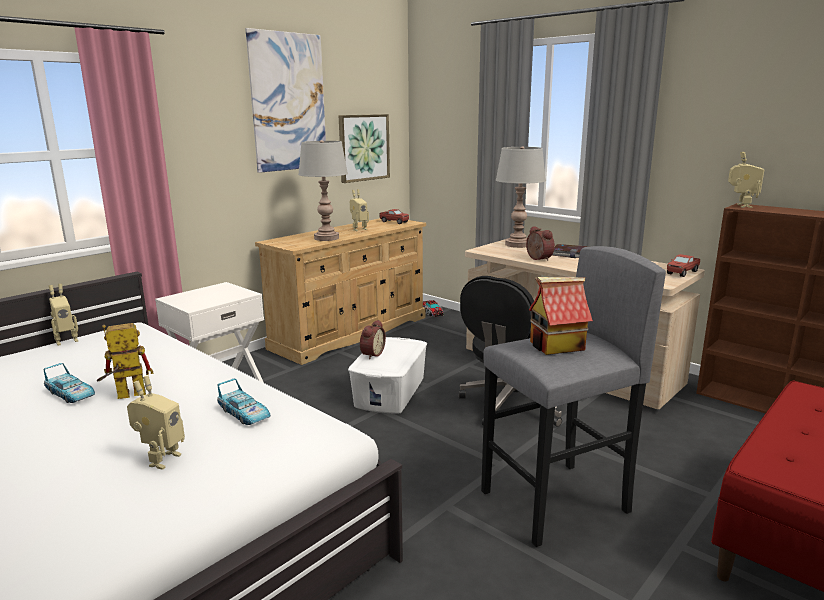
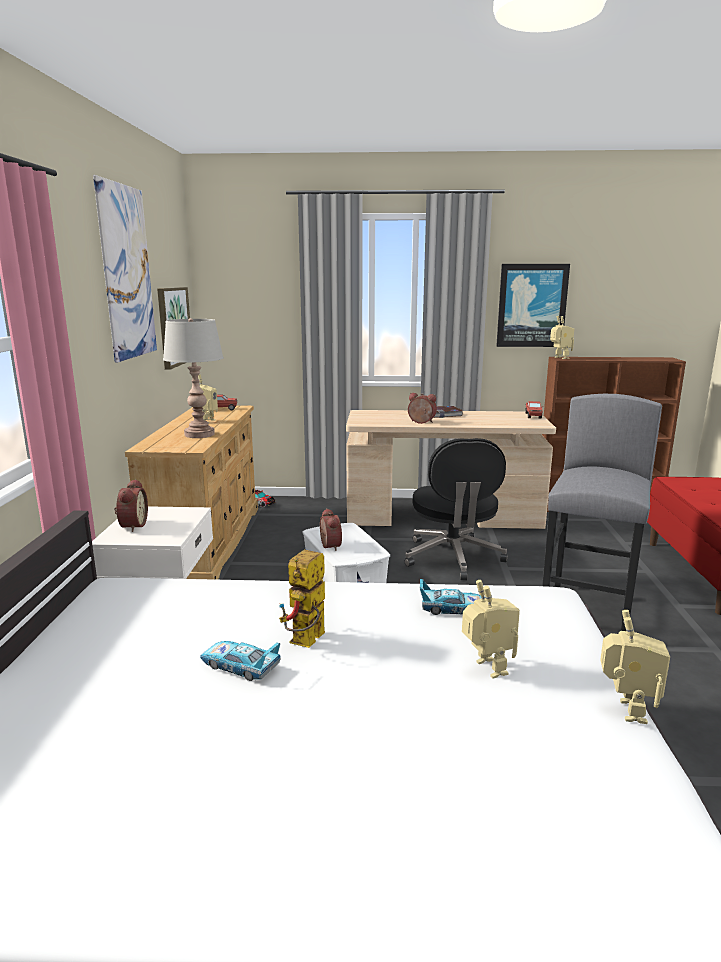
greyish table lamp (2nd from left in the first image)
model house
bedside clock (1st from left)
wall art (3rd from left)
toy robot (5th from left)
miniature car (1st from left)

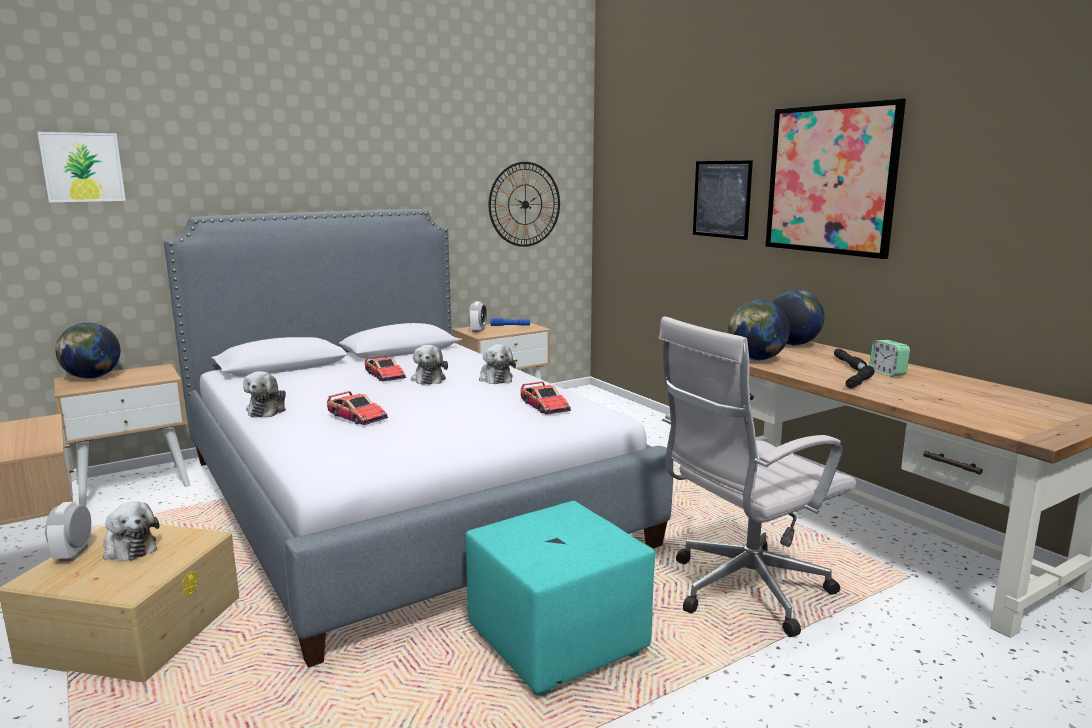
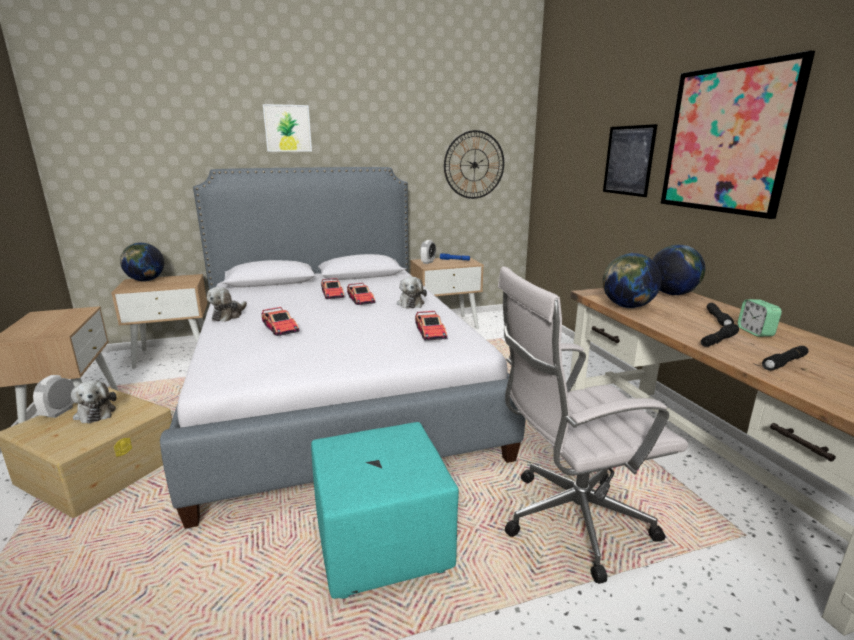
black flashlight (3rd from left)
wall art (1st from left)
miniature car (3rd from left)

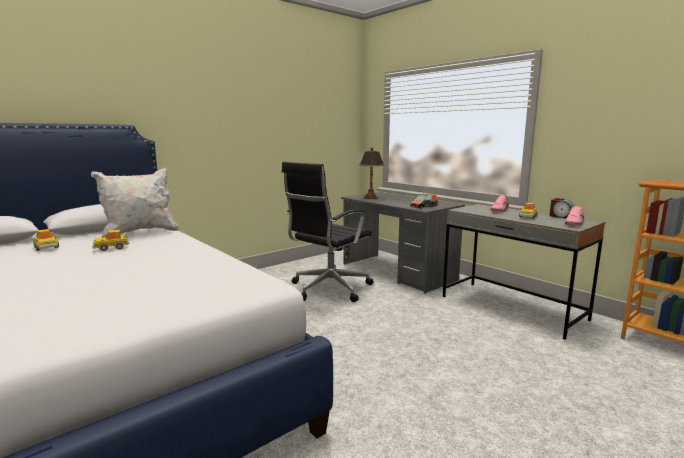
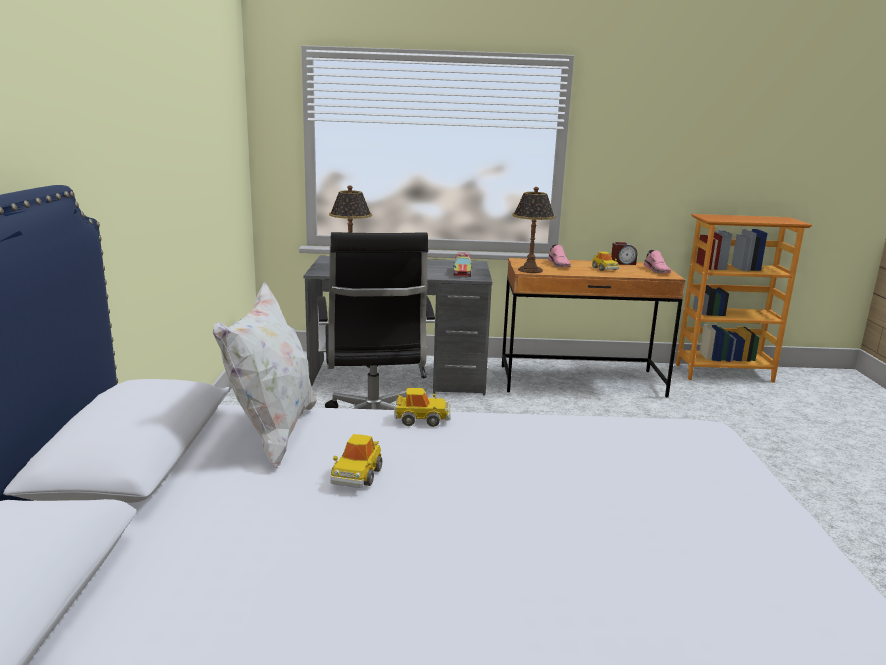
table lamp (2nd from left)
miniature car (2nd from left)
brown-coloured desk unit

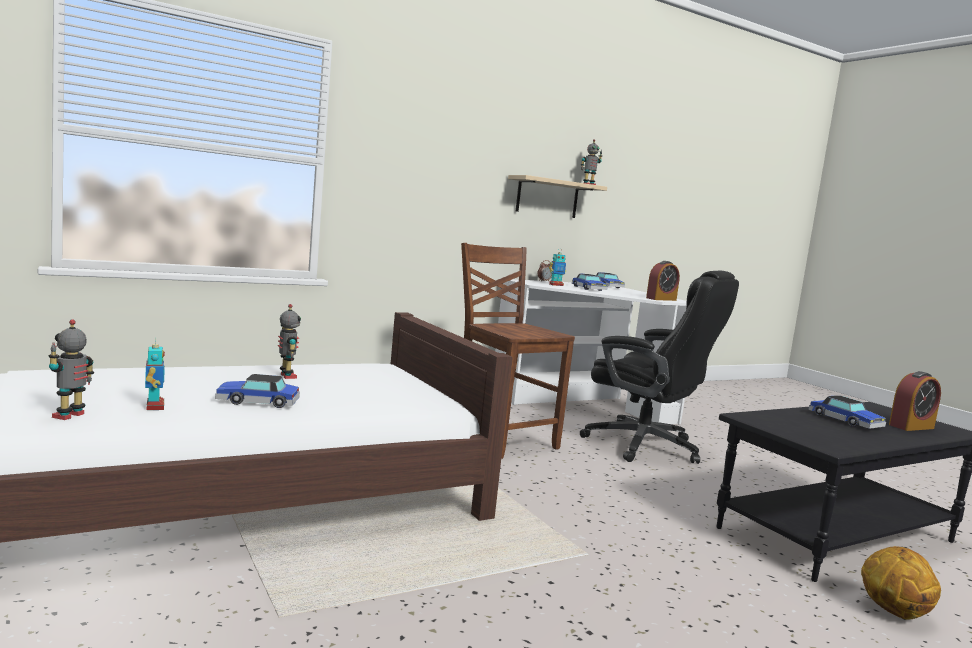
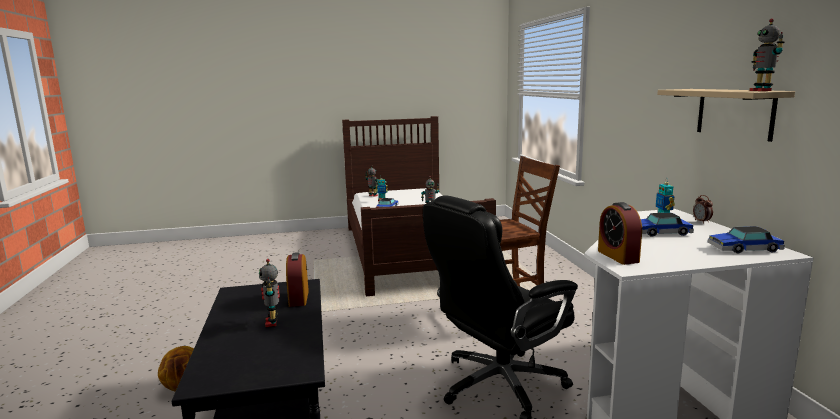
bedside clock (1st from left)
toy robot (1st from left)

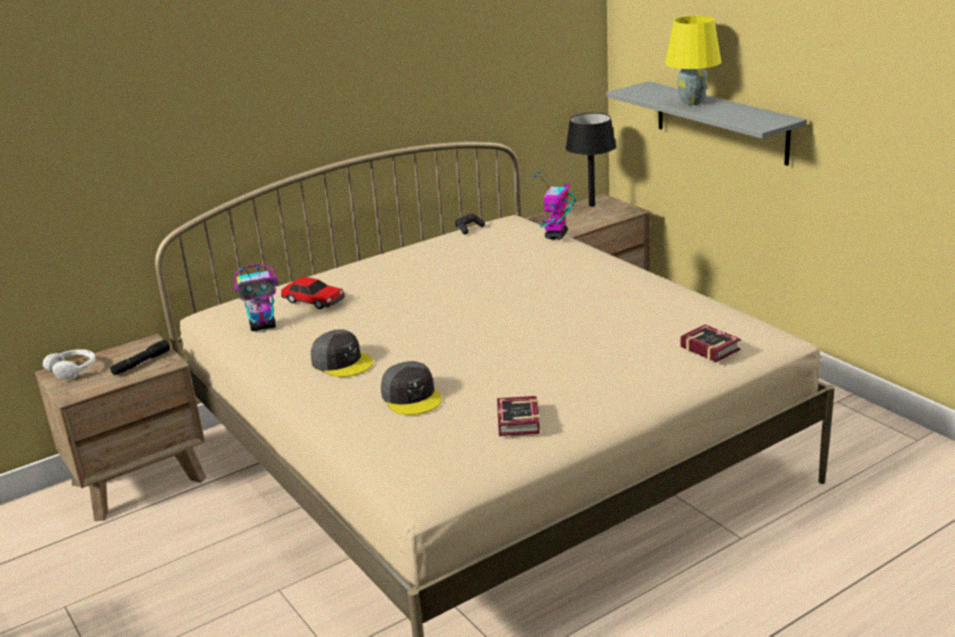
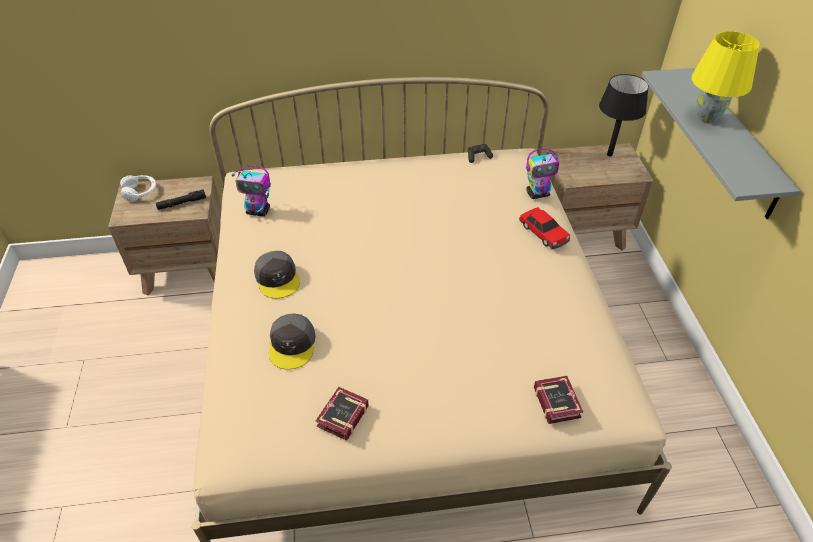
miniature car
toy robot (2nd from left)

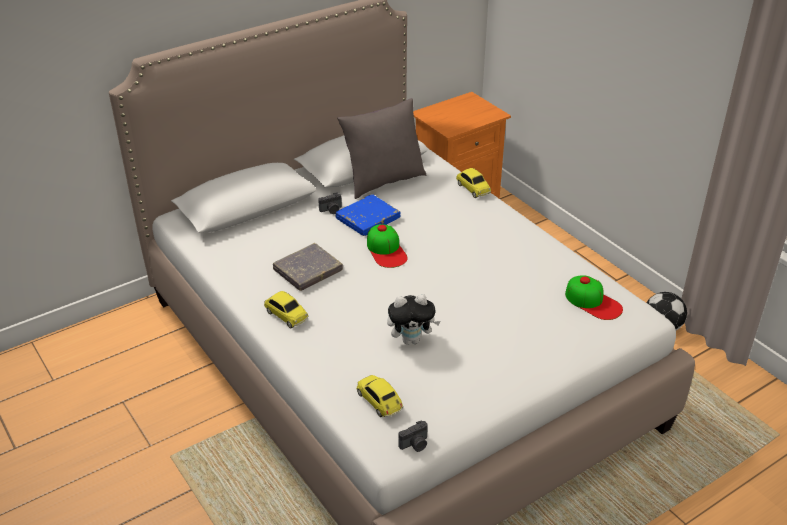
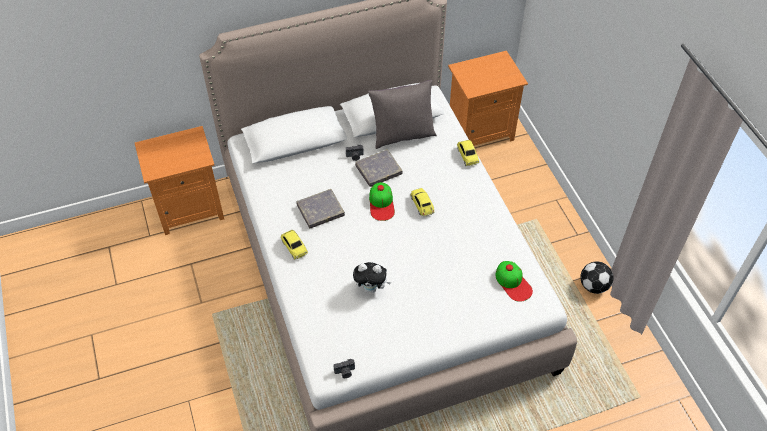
orangey nightstand (1st from left)
miniature car (2nd from left)
greyish volume (2nd from left)

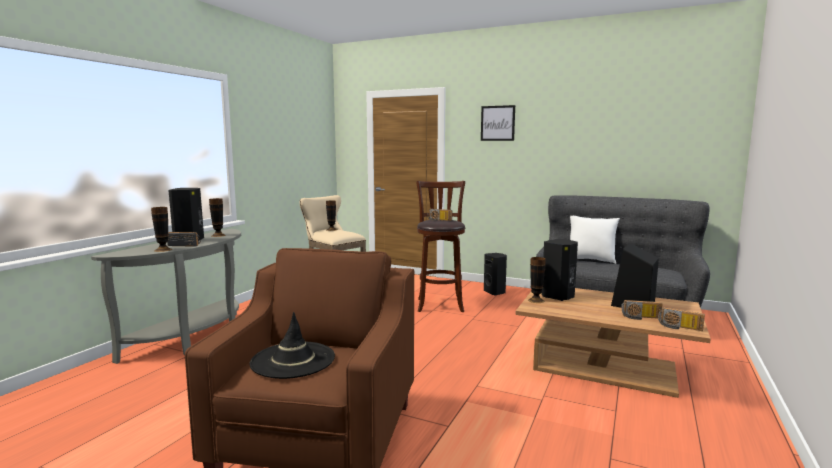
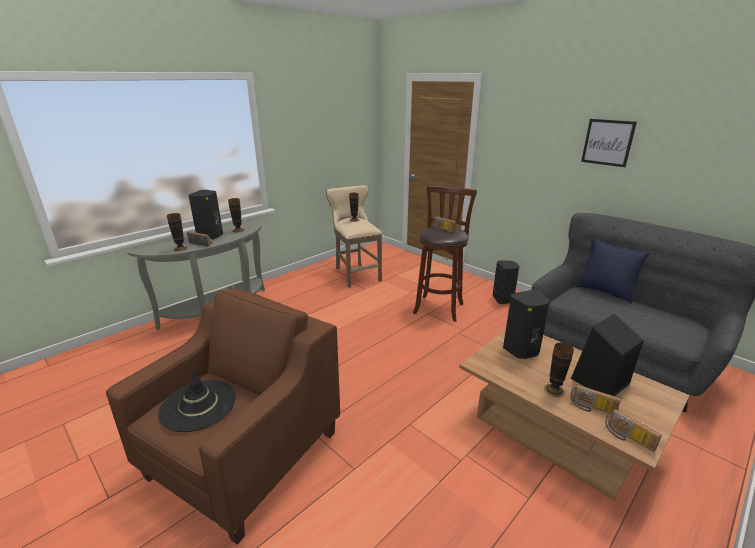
wall art
vase (4th from left)
blue-coloured pillow

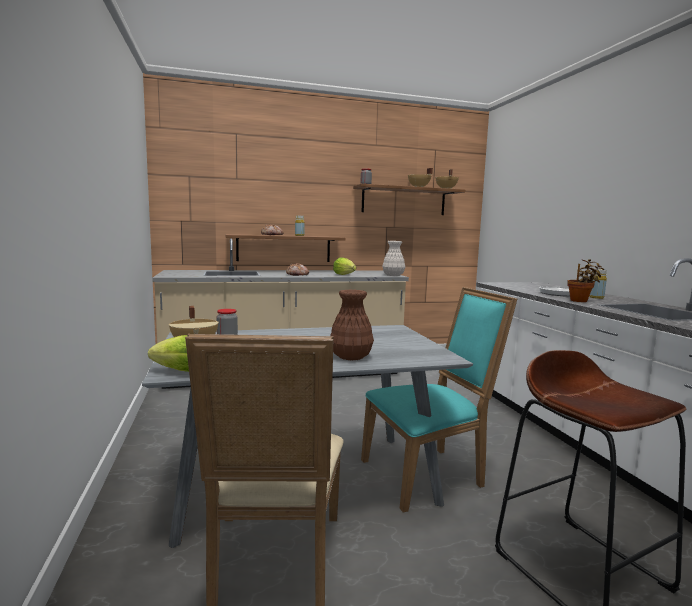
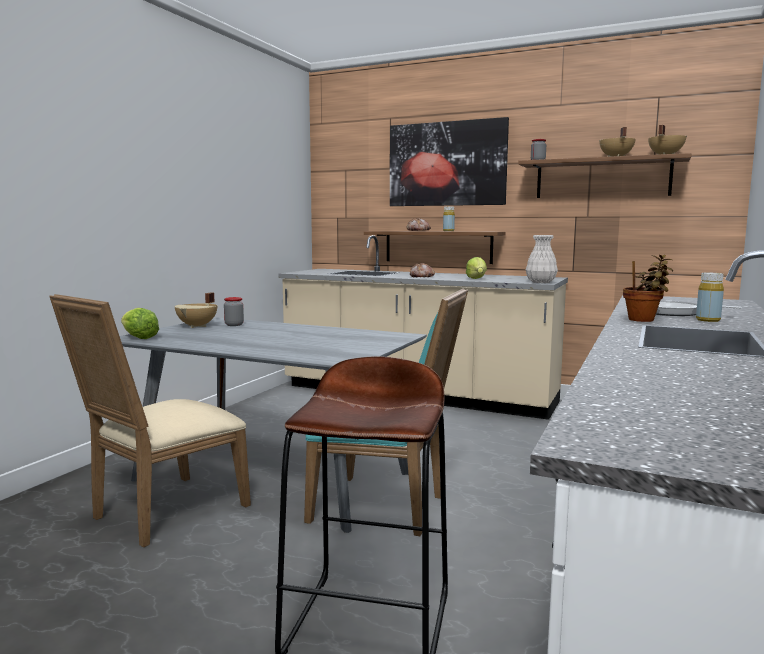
brown-coloured vase
wall art

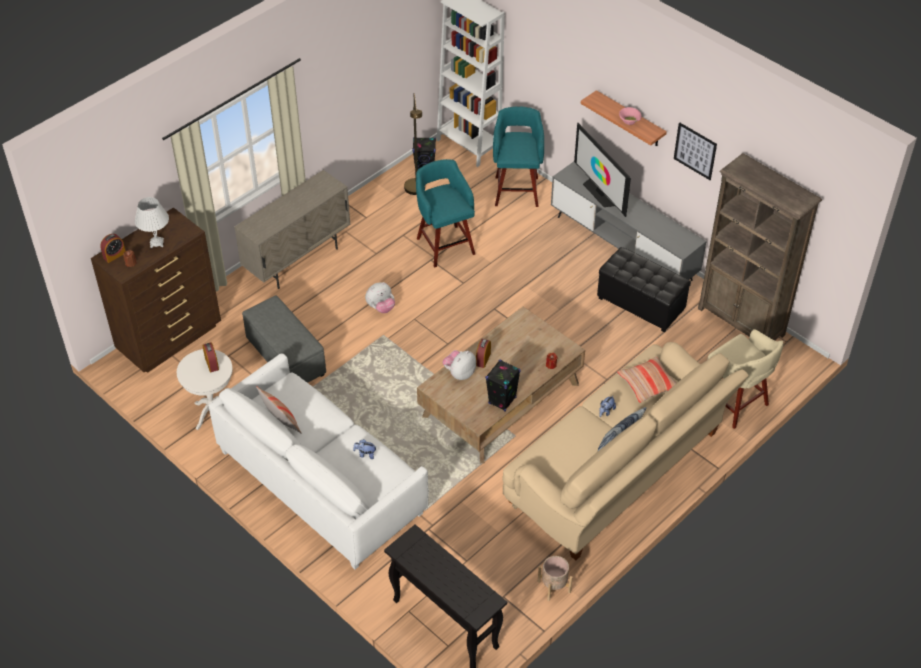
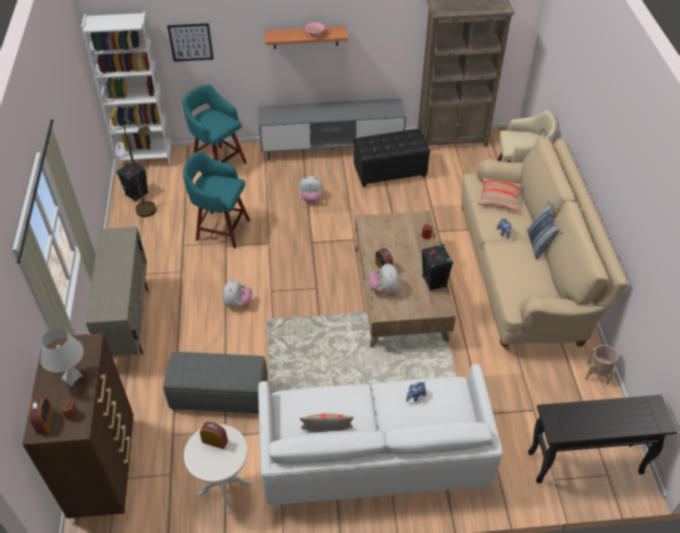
television
plush toy (2nd from left)
wall art

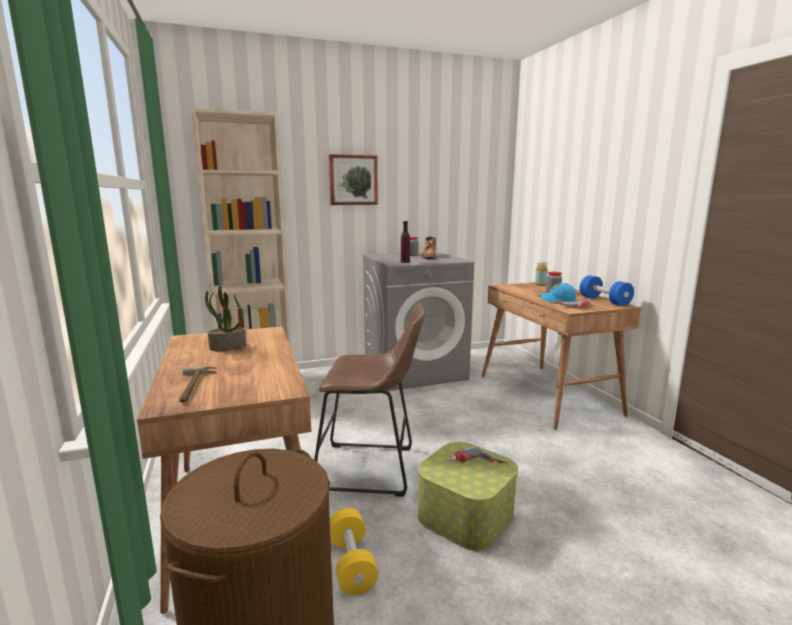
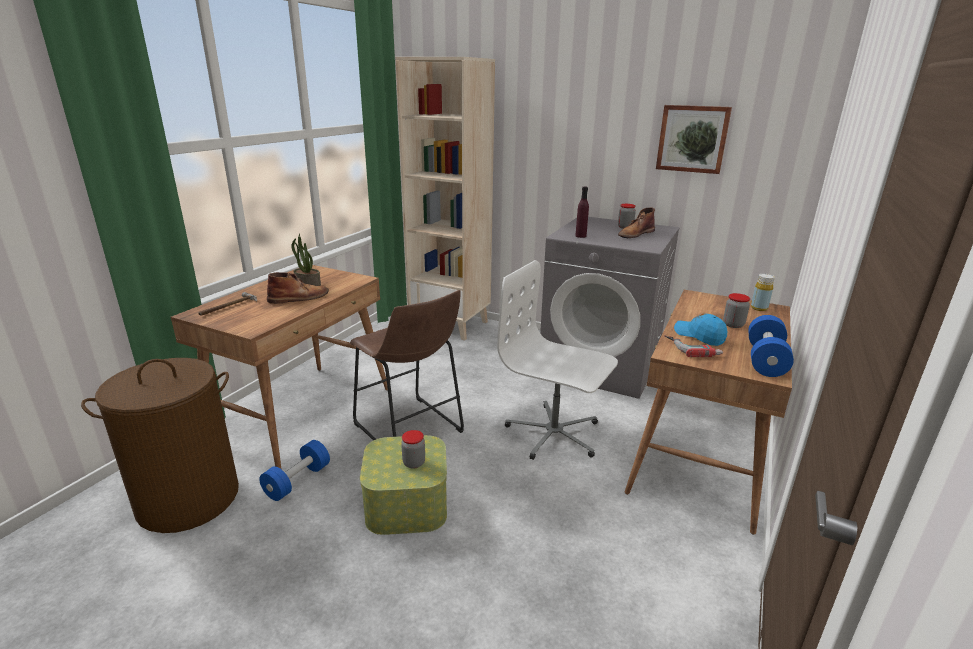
brown-coloured boot (1st from left)
whitish computer chair
wall art
preserve jar (1st from left)
blue-coloured dumbbell (1st from left)

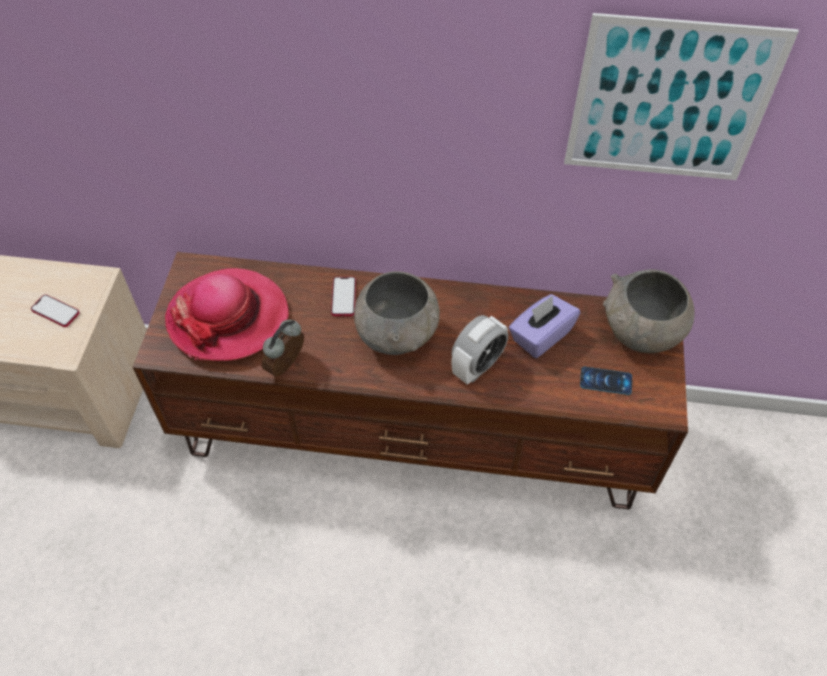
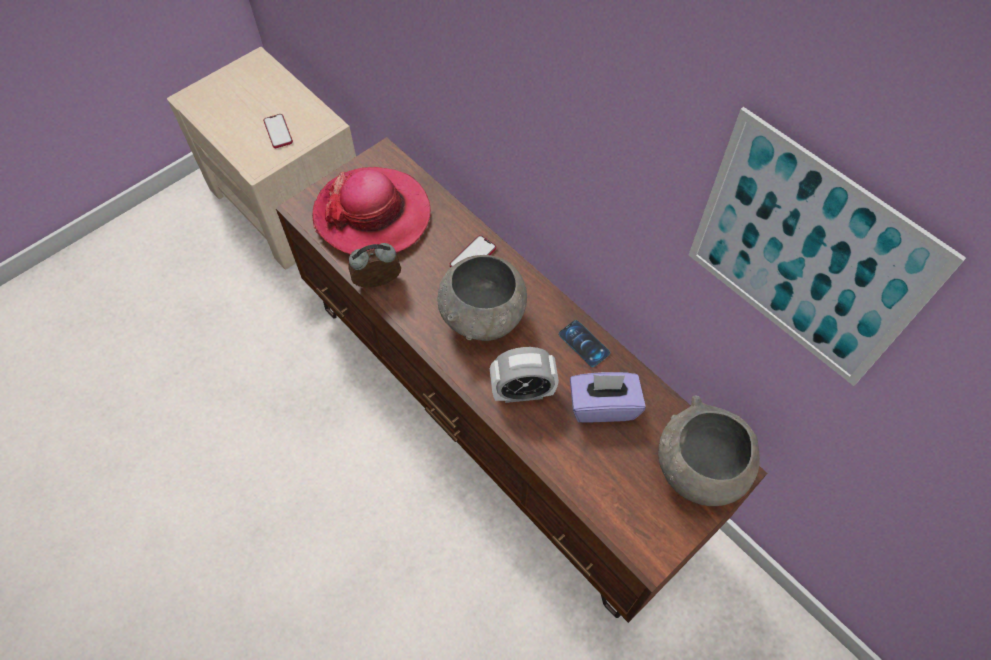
phone (3rd from left)

